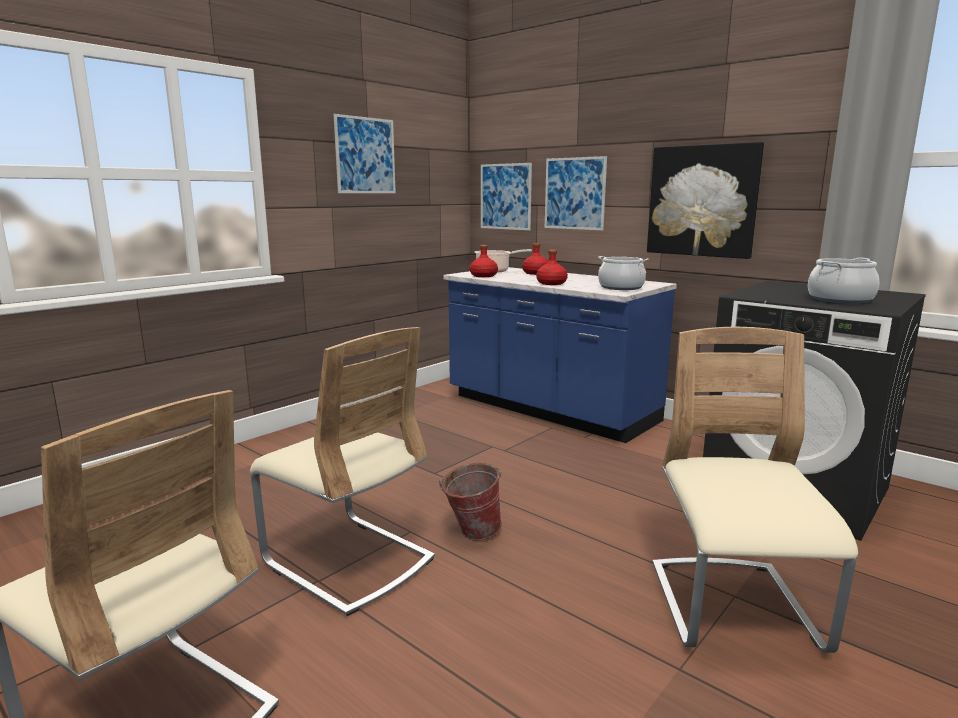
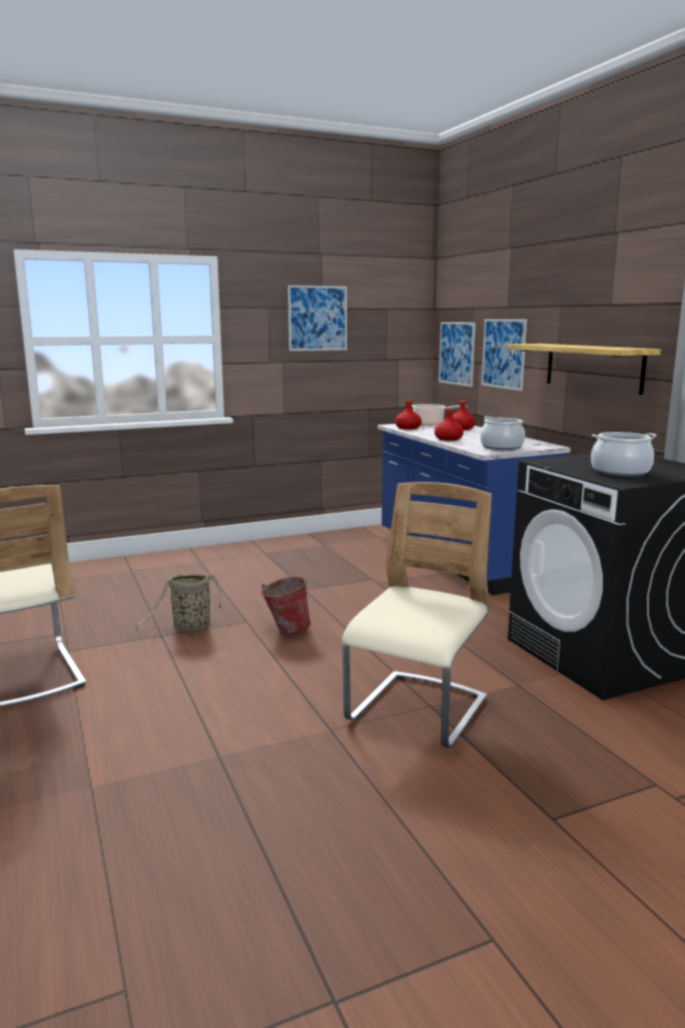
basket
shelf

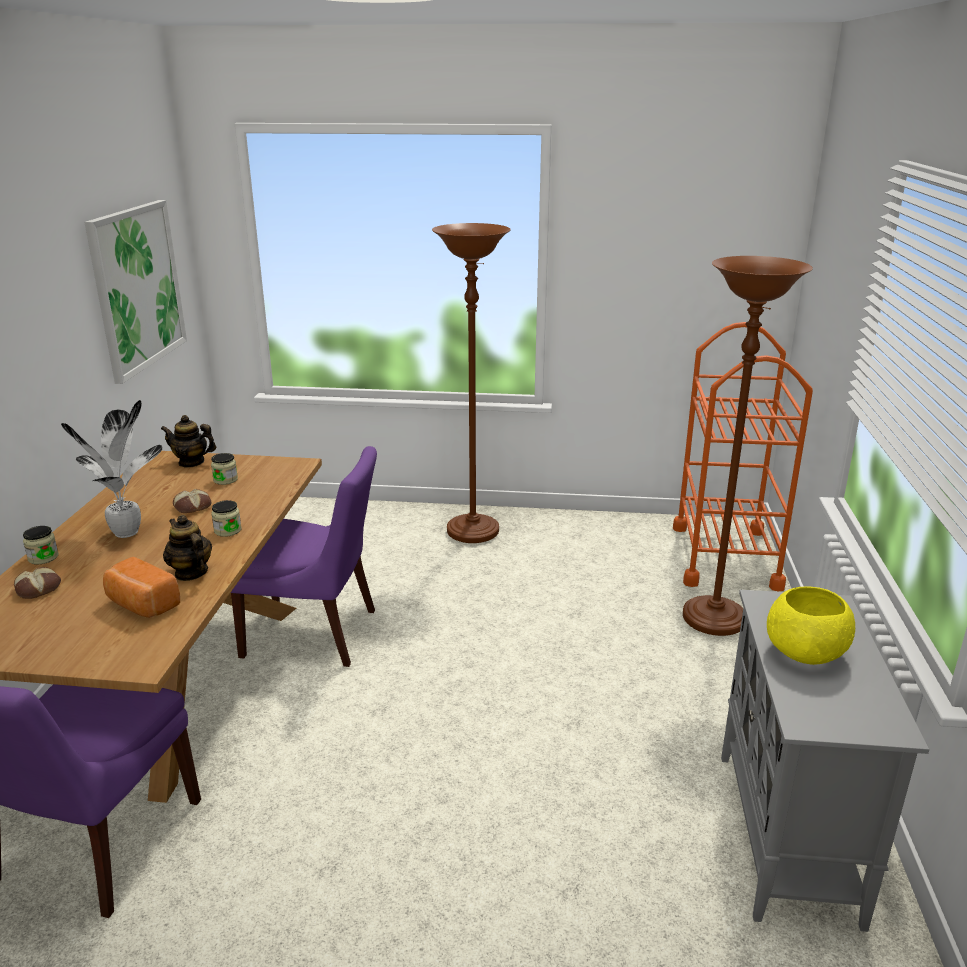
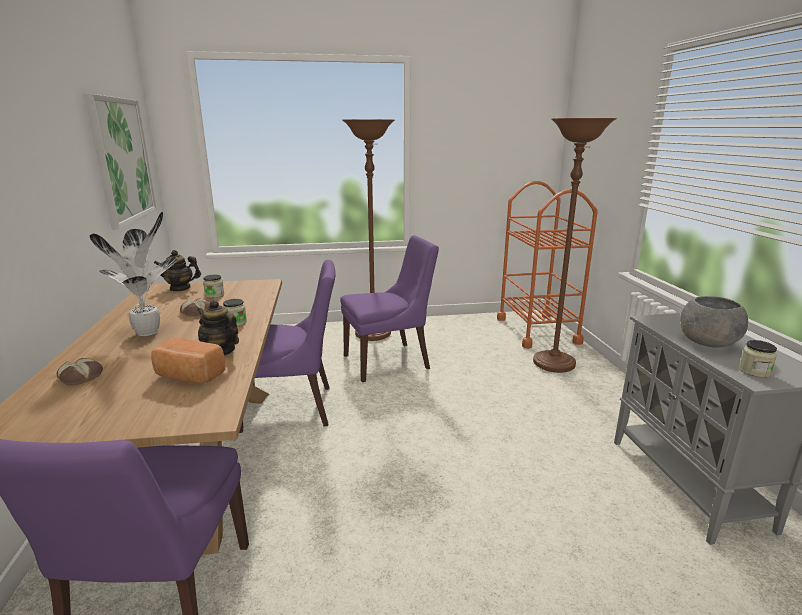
purplish plain chair (3rd from left)
preserve jar (3rd from left)
greyish bowl

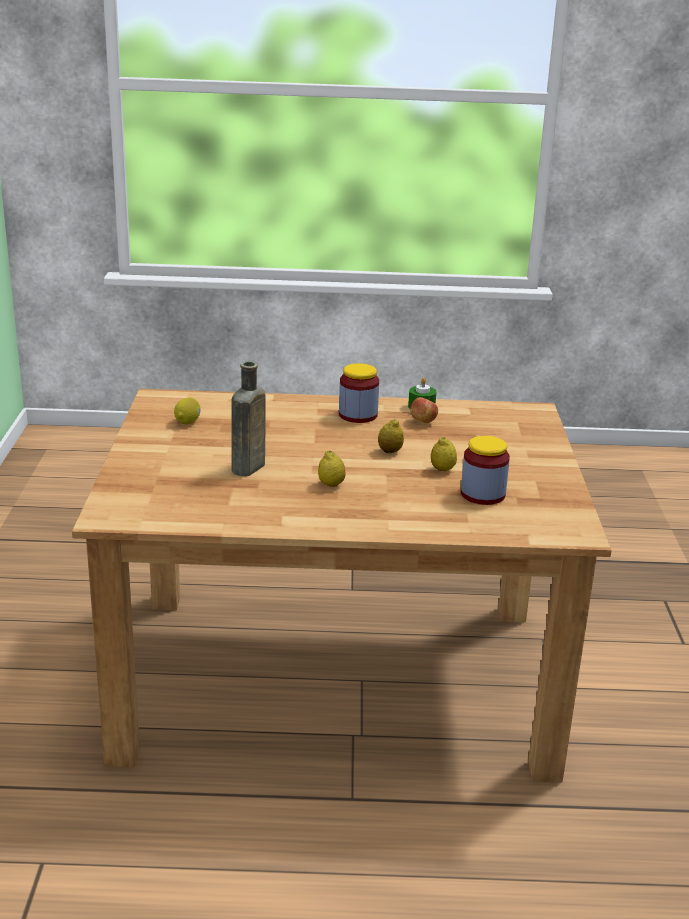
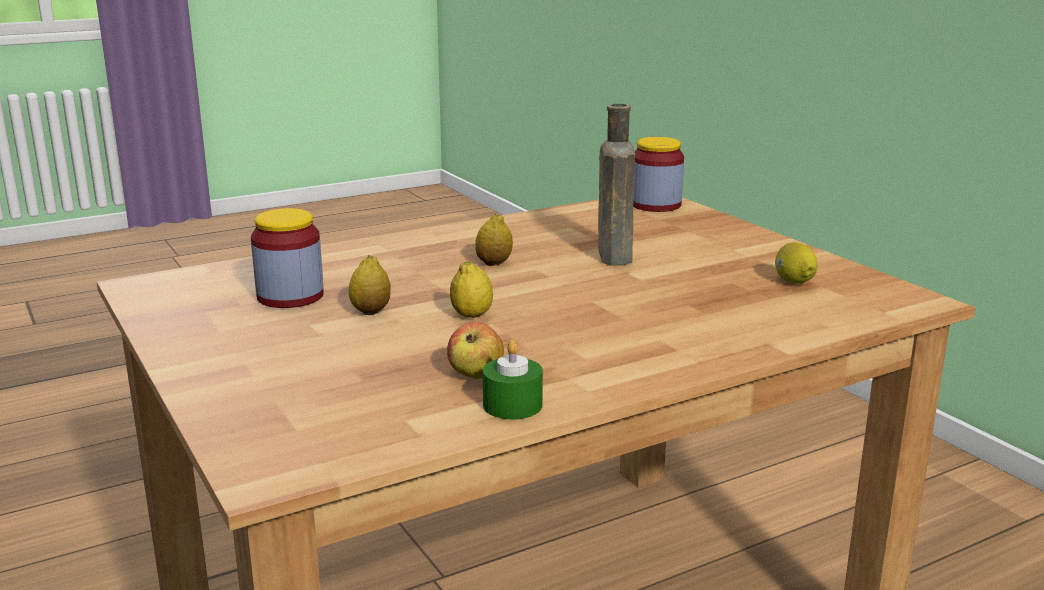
preserve jar (2nd from left)

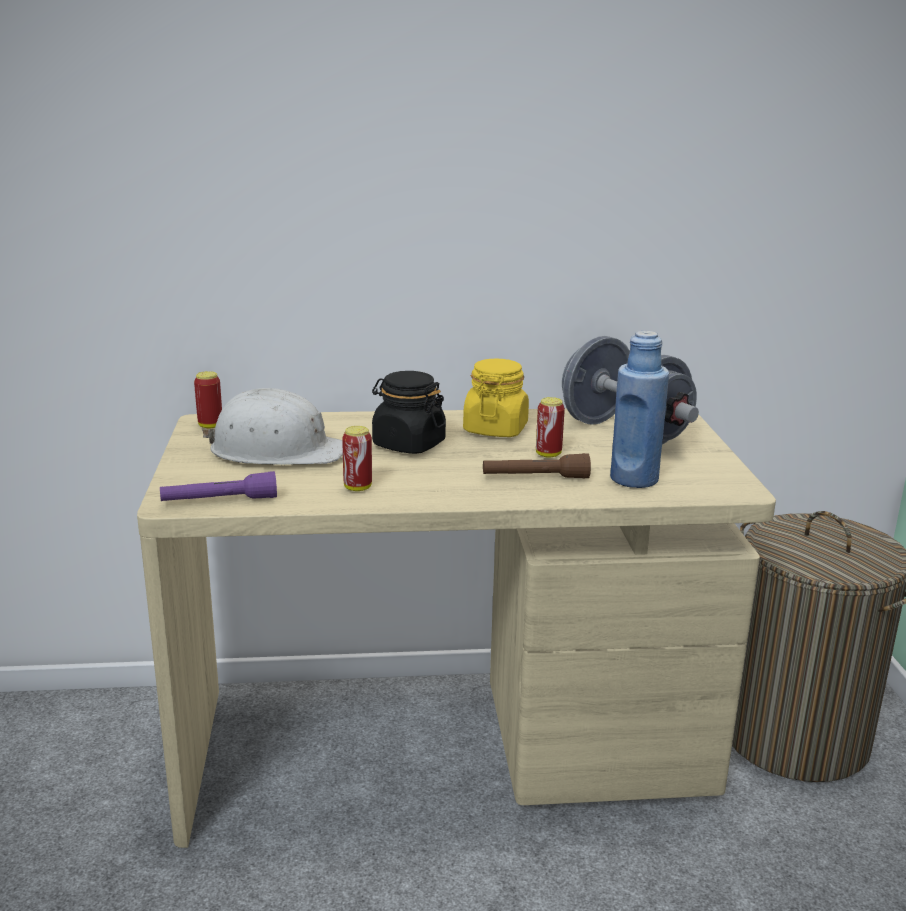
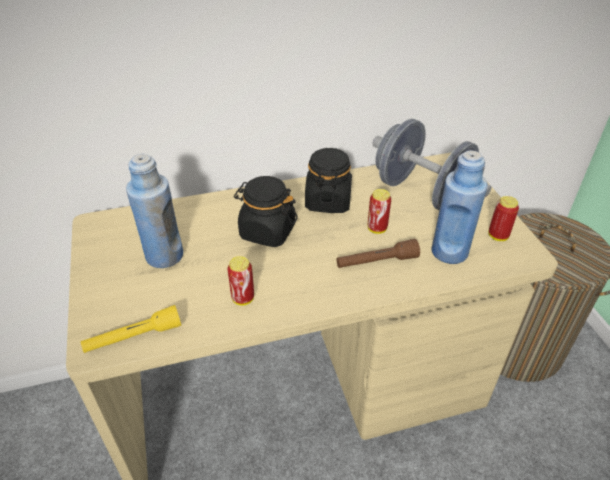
sealed can (3rd from left)
blue-coloured beverage bottle (1st from left)
yellow flashlight
black preserve jar (2nd from left)

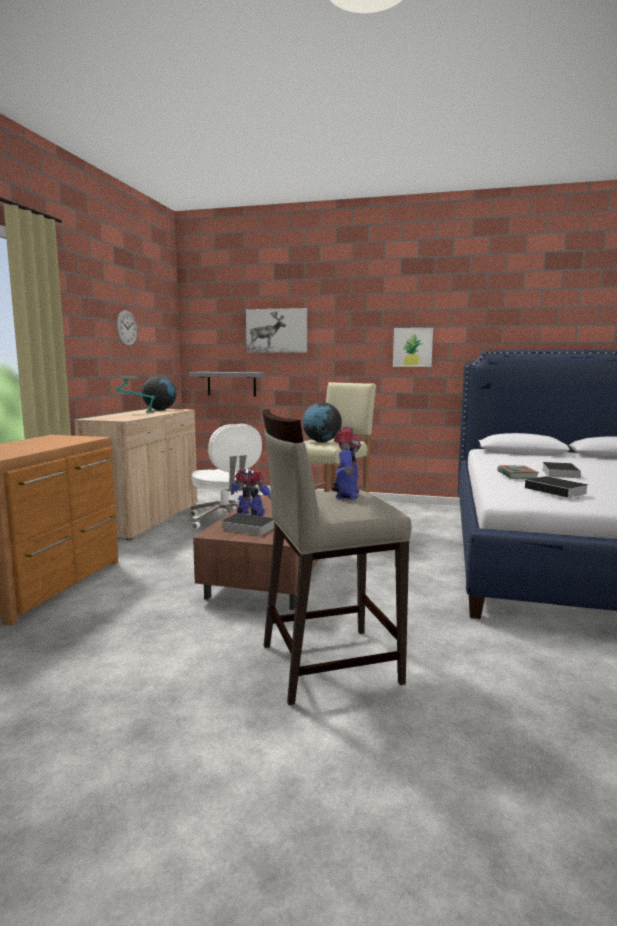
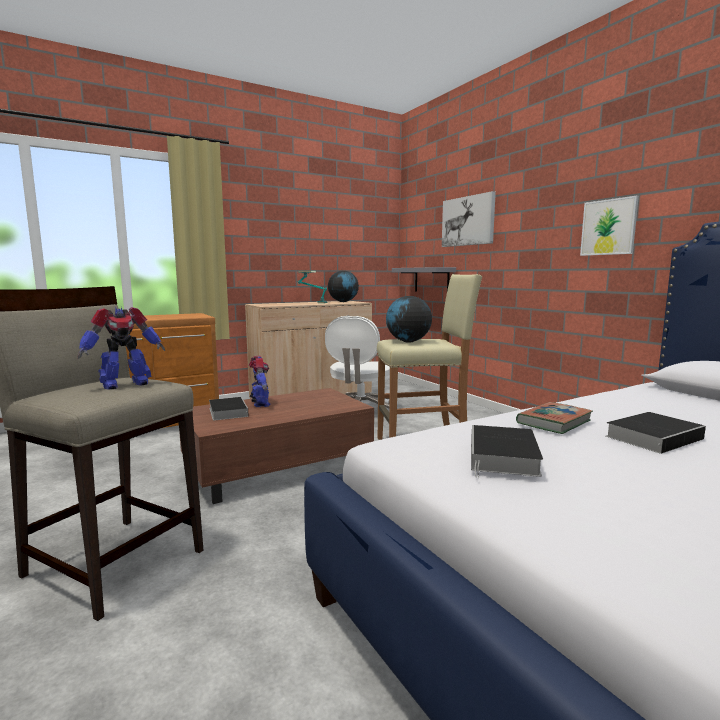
wall clock

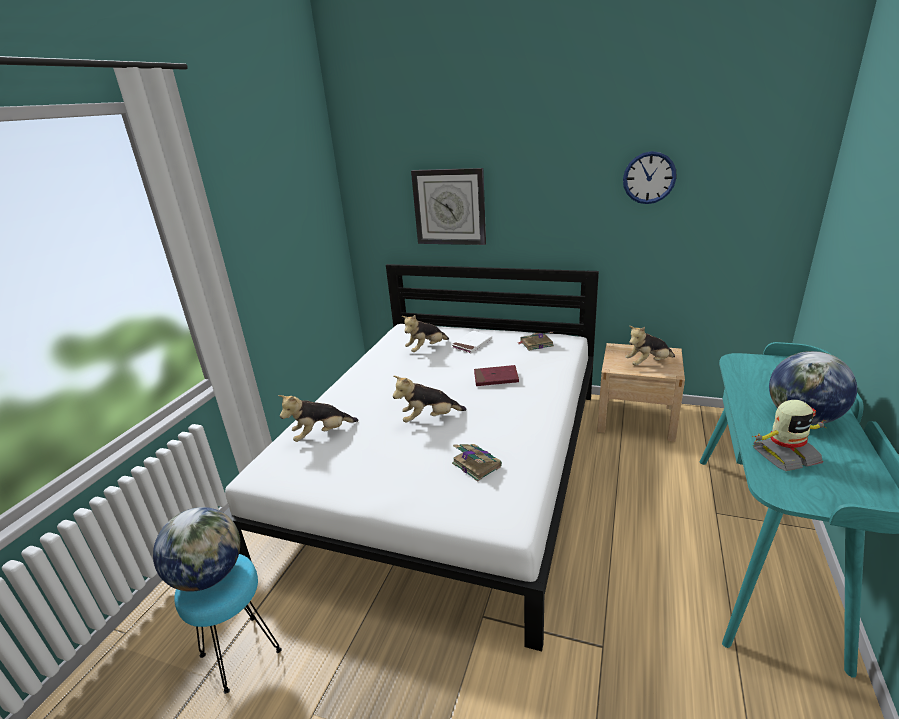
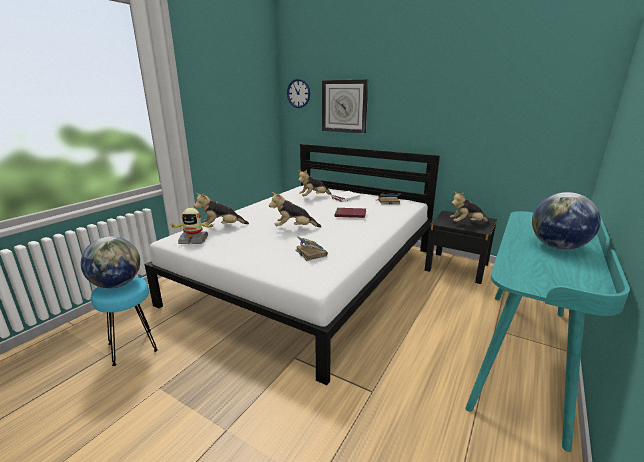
wall clock (1st from left)
toy robot
black nightstand

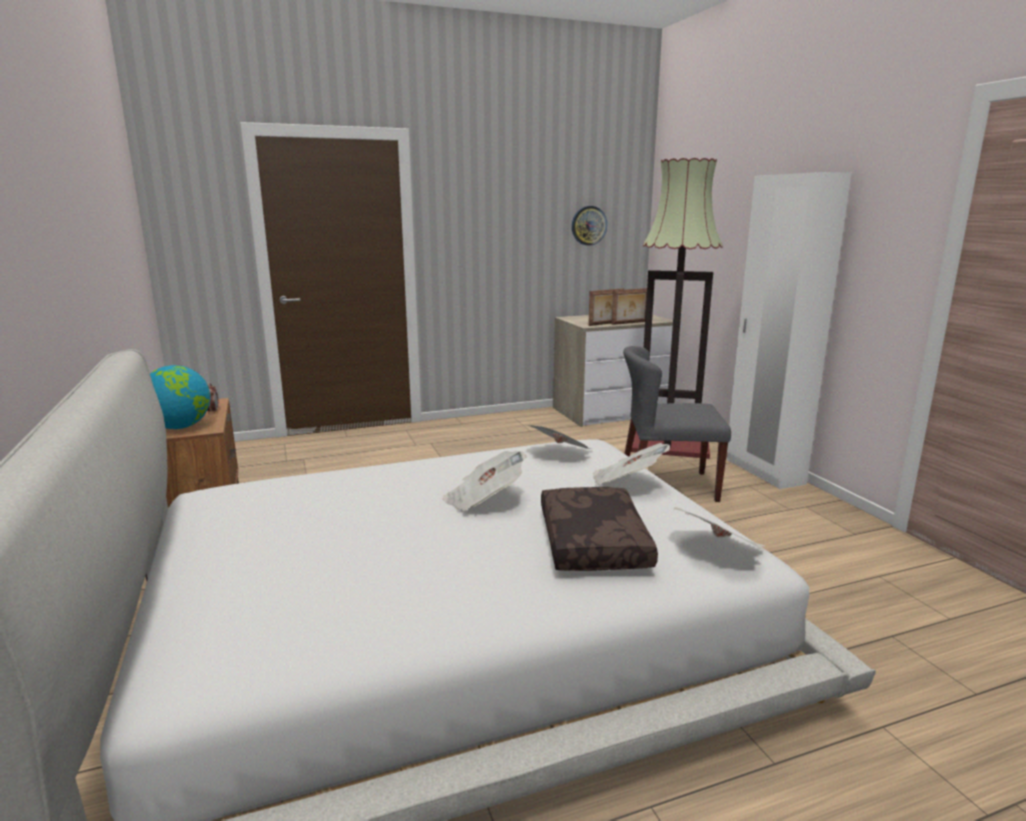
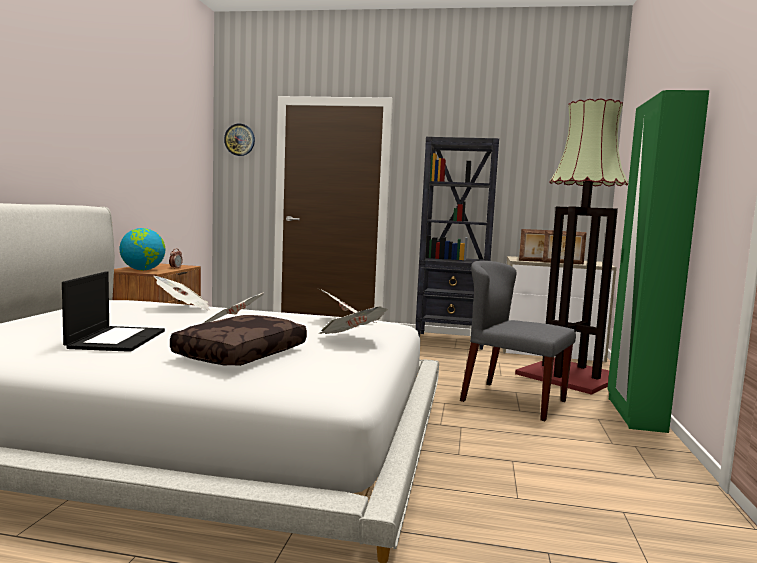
laptop
black shelving unit
wall clock
printed paper (1st from left)
green-coloured wardrobe

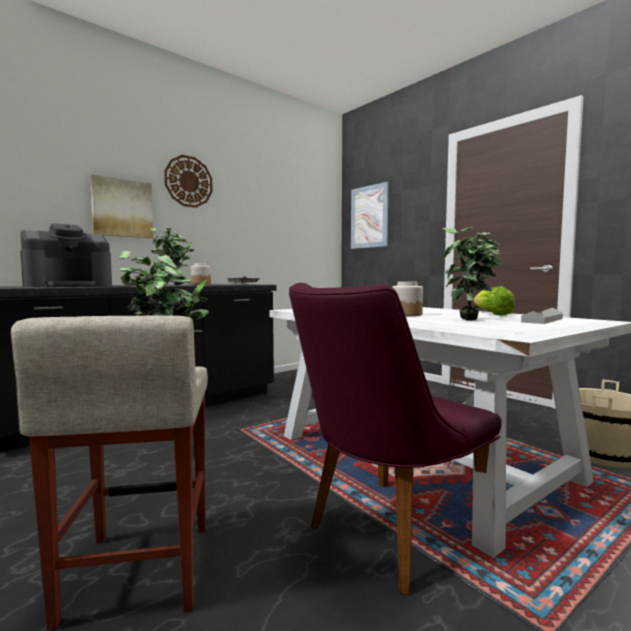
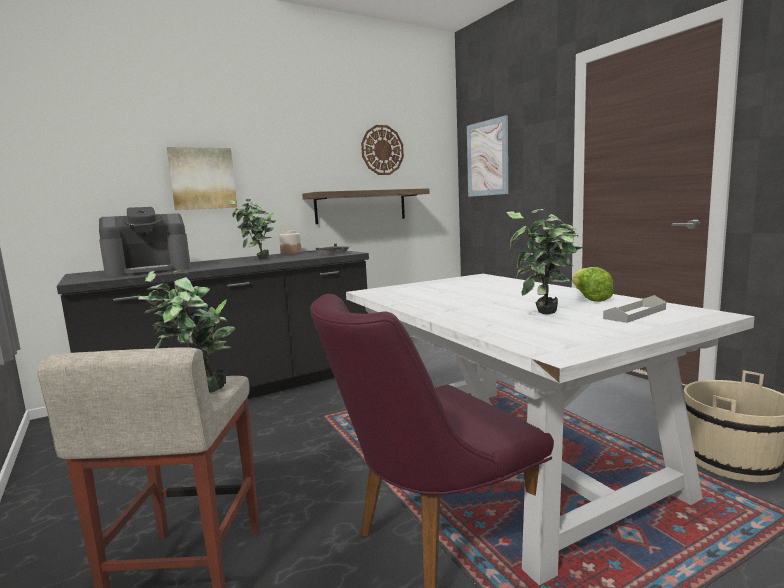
preserve jar (2nd from left in the first image)
shelf
wall clock

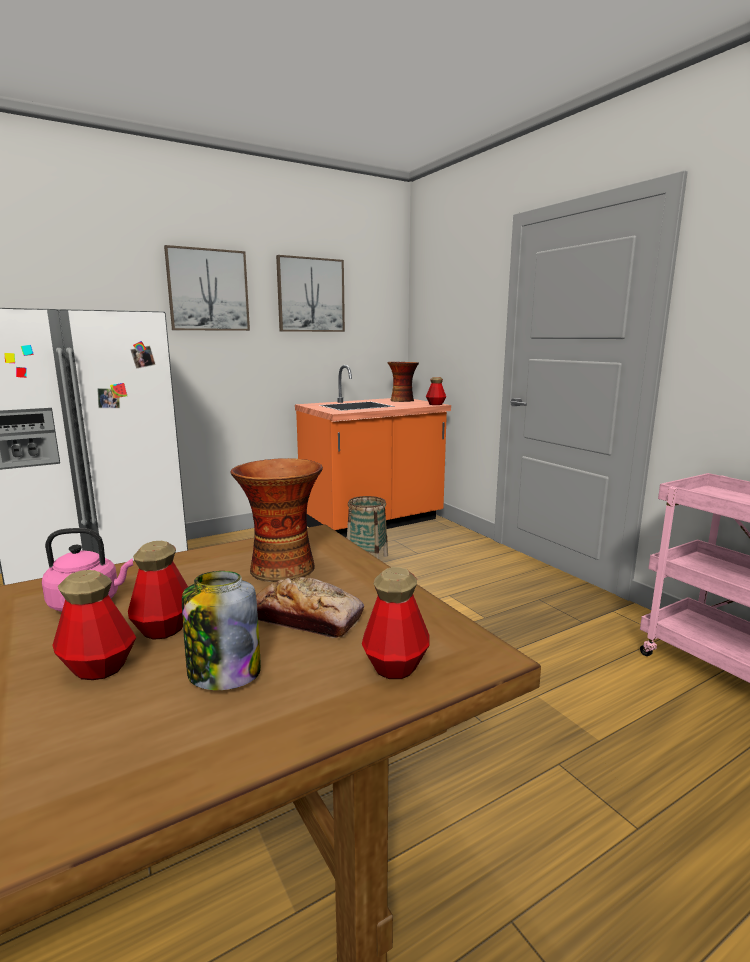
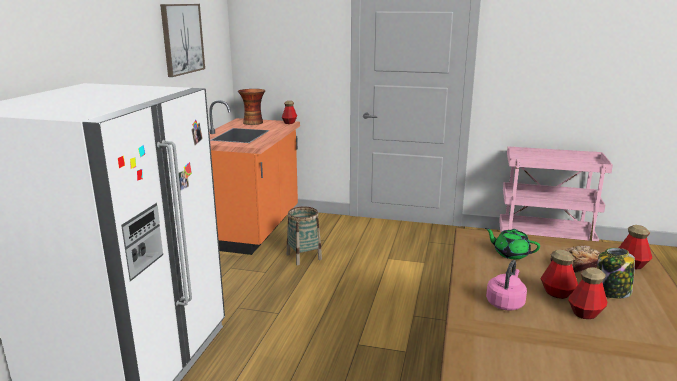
wall art (1st from left in the first image)
green-coloured tea pot

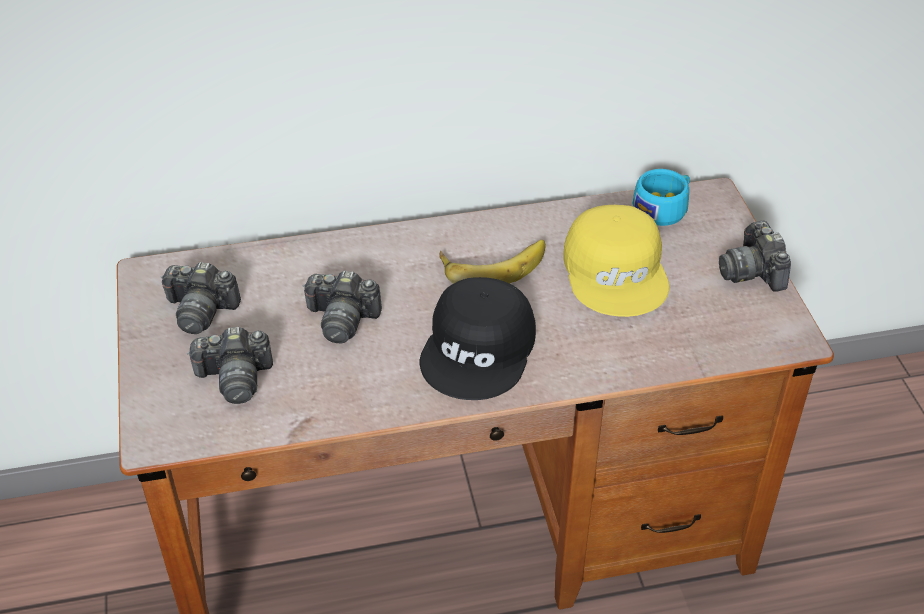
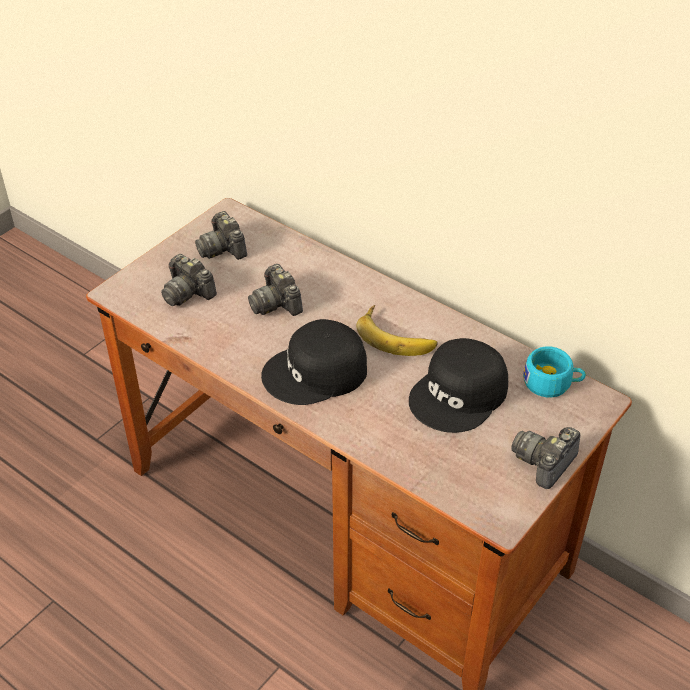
black baseball cap (2nd from left)

